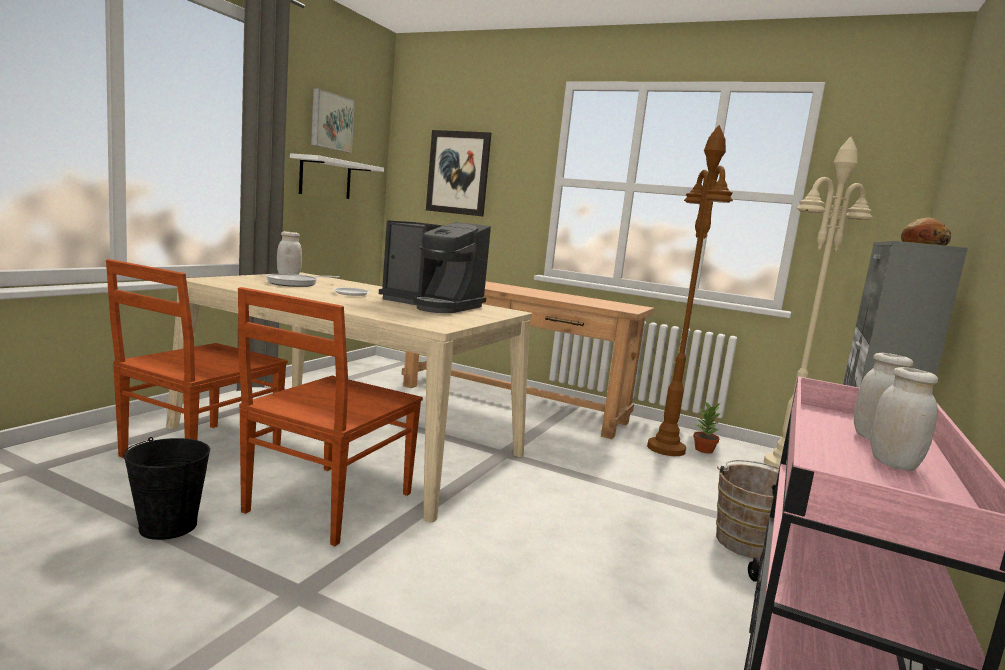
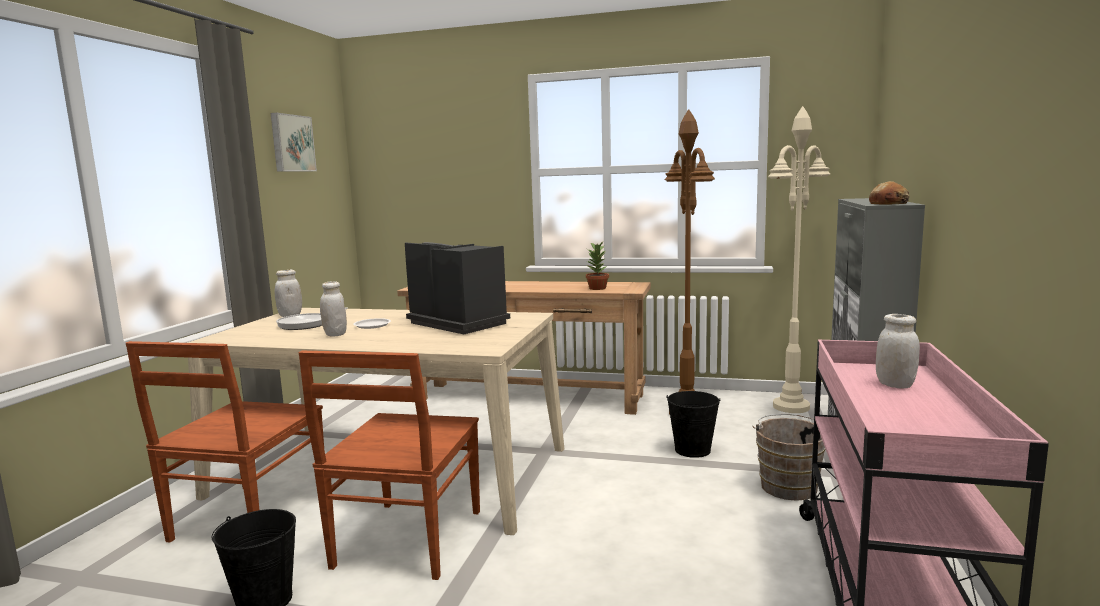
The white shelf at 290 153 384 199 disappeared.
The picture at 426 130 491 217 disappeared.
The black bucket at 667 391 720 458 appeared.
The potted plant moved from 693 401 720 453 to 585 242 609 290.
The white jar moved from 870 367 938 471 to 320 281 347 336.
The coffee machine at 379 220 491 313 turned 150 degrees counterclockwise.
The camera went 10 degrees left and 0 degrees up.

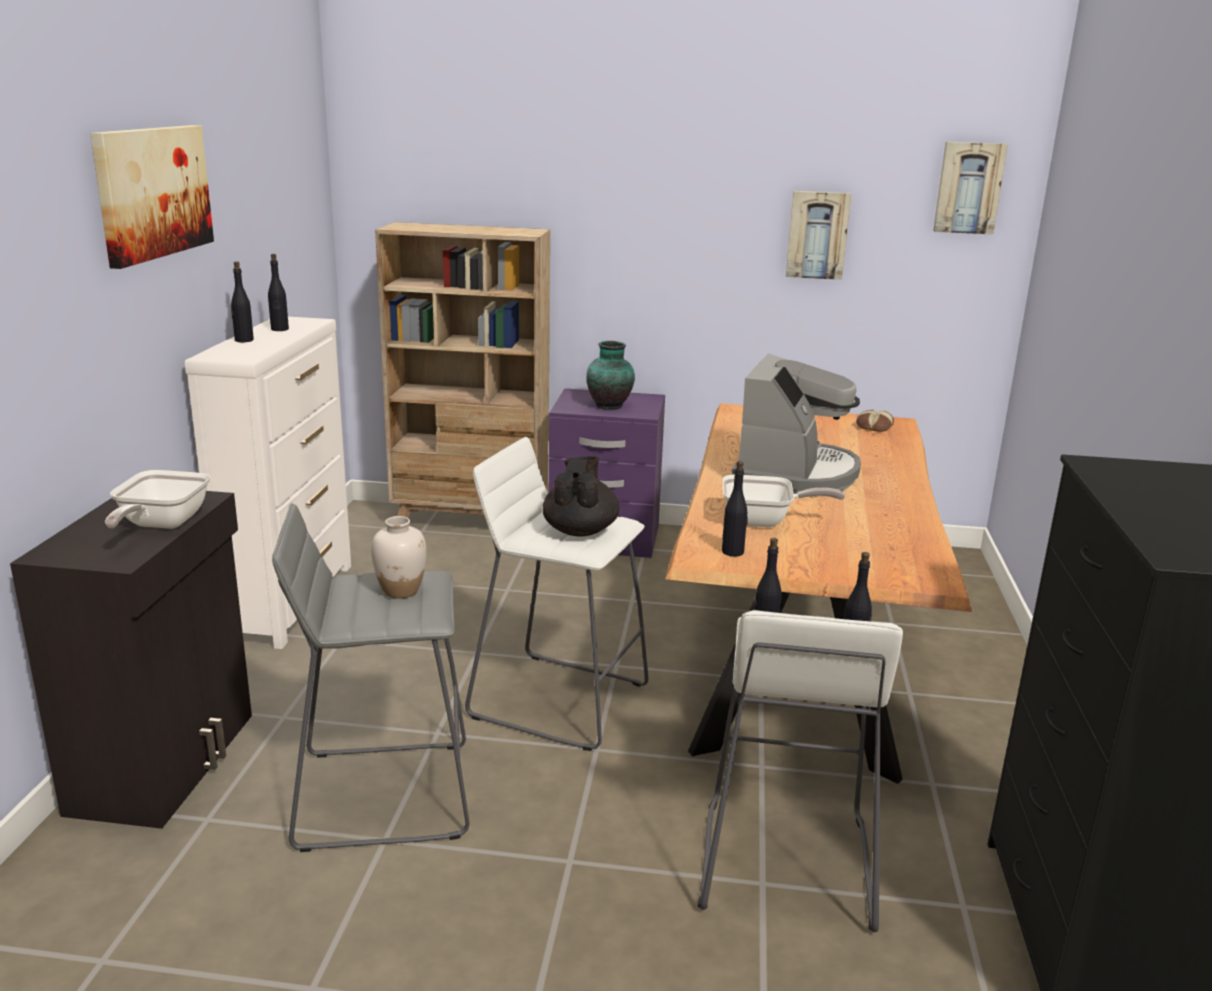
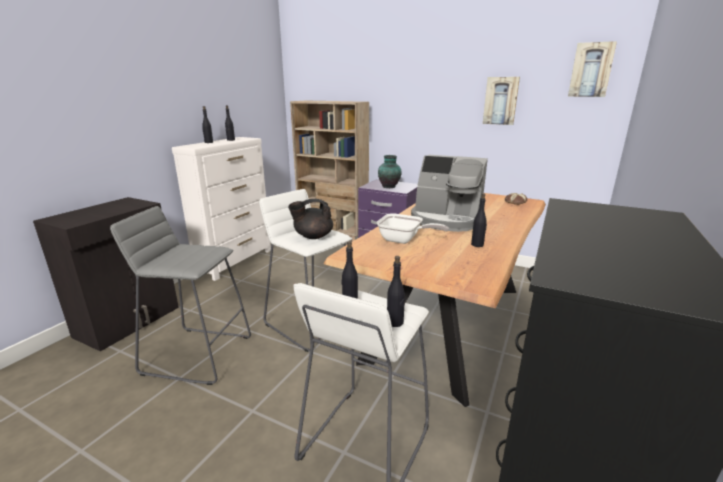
The picture at 90 125 214 269 disappeared.
The frying pan at 105 470 210 529 disappeared.
The white vase at 371 516 427 599 disappeared.
The black bottle moved from 722 461 748 556 to 471 193 487 247.
The black teapot at 543 456 619 537 turned 135 degrees counterclockwise.
The coffee machine at 732 353 861 494 turned 75 degrees clockwise.
The camera went 20 degrees right and 0 degrees up.

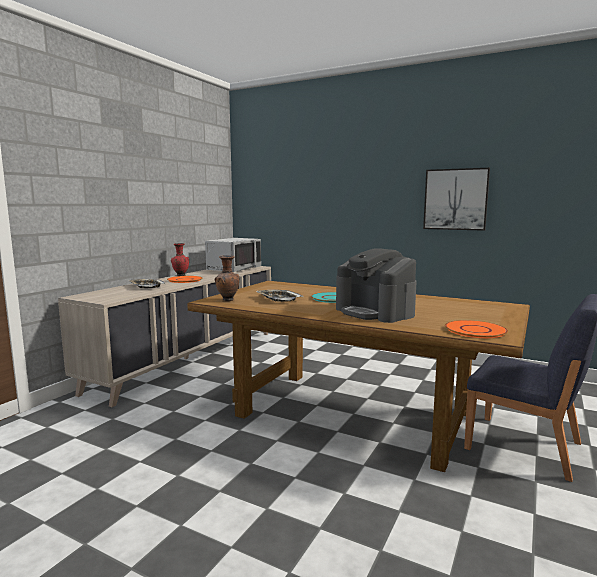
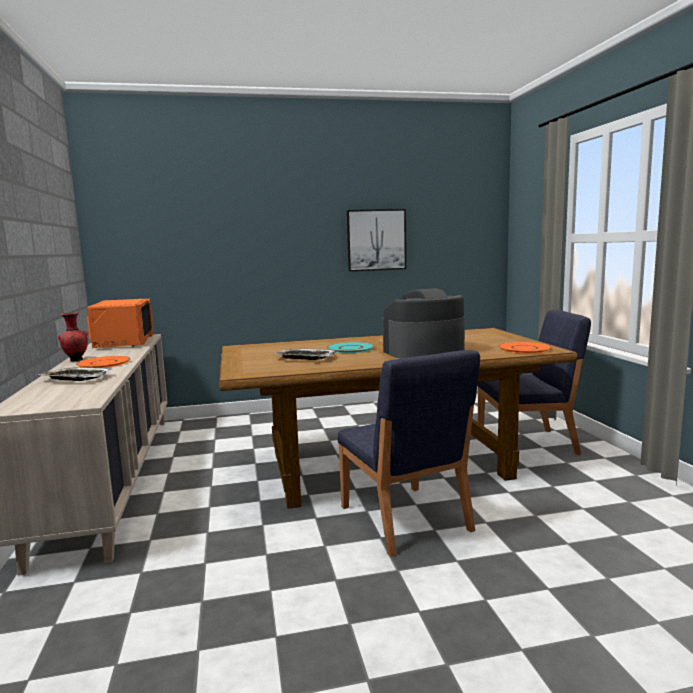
The brown vase at 215 255 239 301 disappeared.
The blue chair at 338 350 480 557 appeared.
The grey microwave at 205 238 261 272 became the orange microwave at 87 299 153 348.
The coffee machine at 336 248 417 323 turned 150 degrees clockwise.
The camera went 40 degrees left and 0 degrees up.

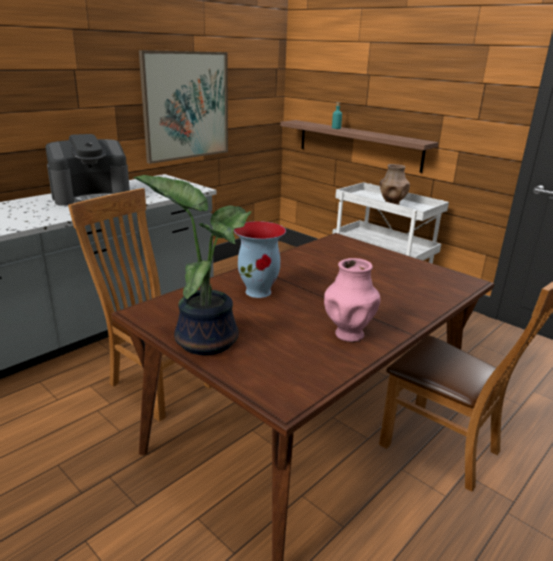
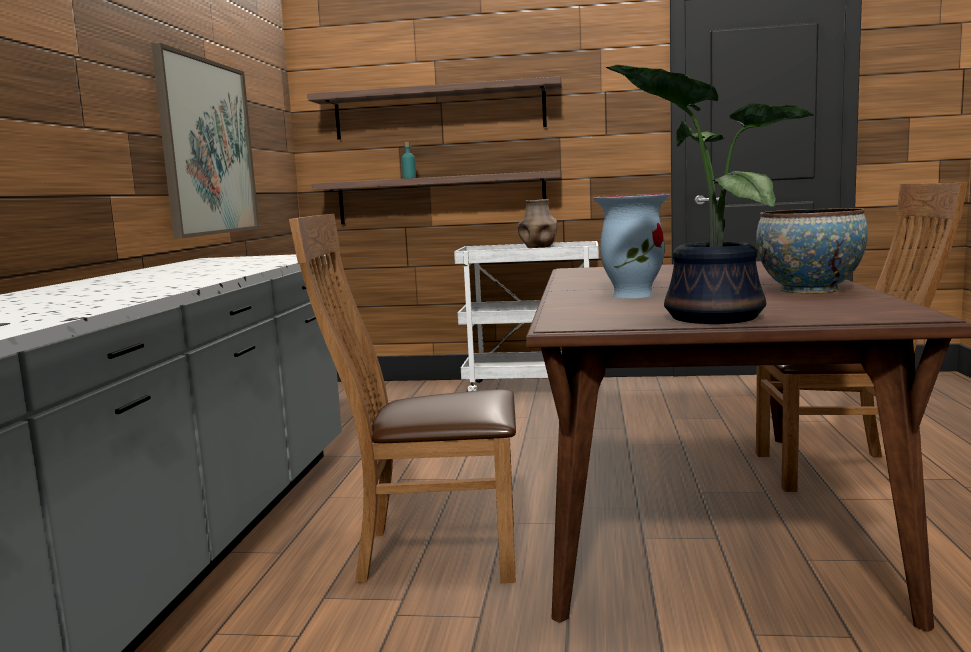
The coffee machine at 45 134 130 206 disappeared.
The shelf at 307 76 562 140 appeared.
The pink vase at 324 258 381 342 was replaced by the bowl at 756 208 868 294.
The camera went 35 degrees left and 15 degrees down.

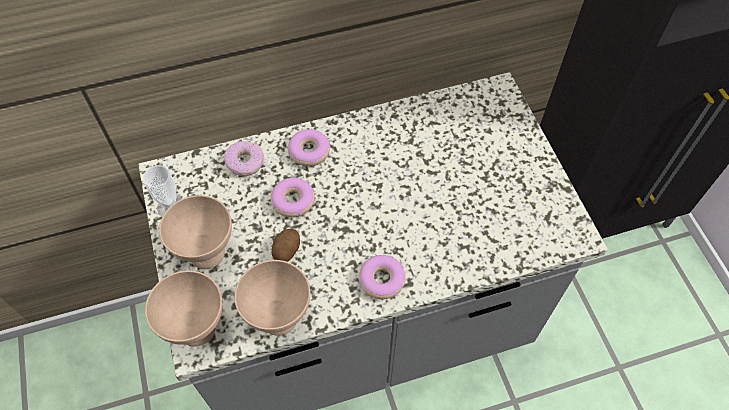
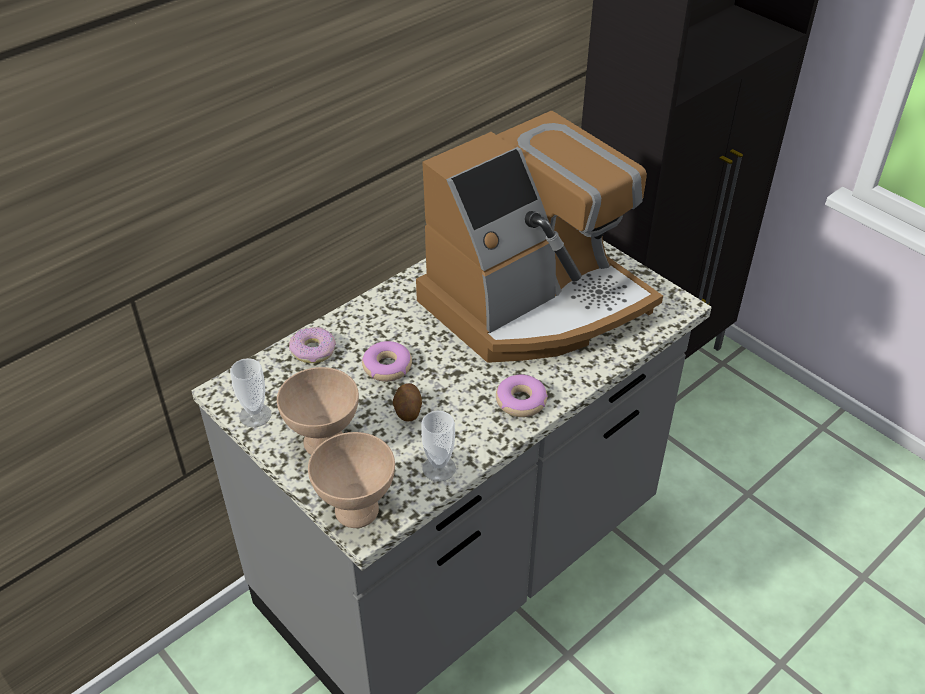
The donut at 288 129 331 166 disappeared.
The coffee machine at 416 111 663 363 appeared.
The beige bowl at 234 260 310 336 was replaced by the cup at 421 411 456 482.
The camera went 25 degrees left and 15 degrees down.

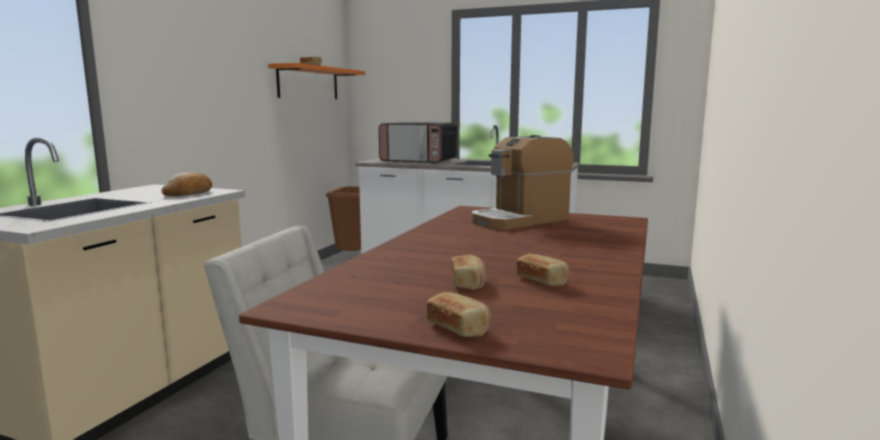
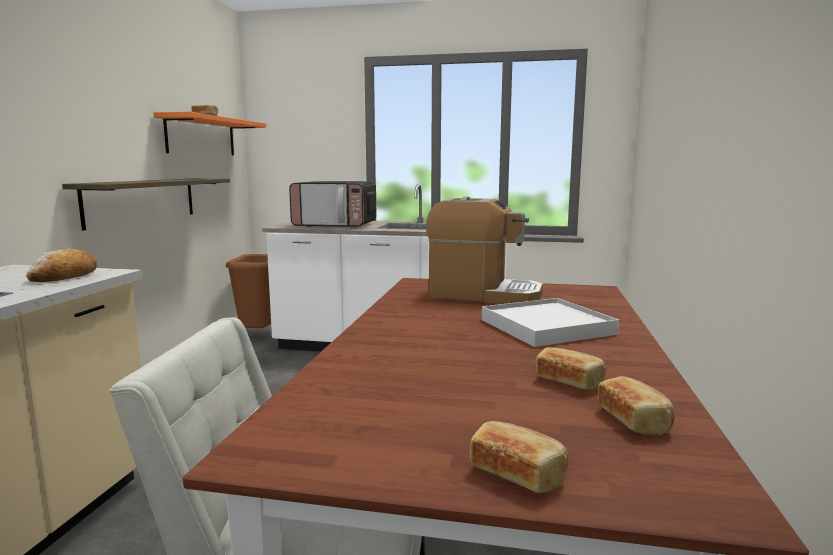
The shelf at 62 178 230 231 appeared.
The white tray at 482 298 619 347 appeared.
The bread moved from 451 255 486 290 to 598 376 675 436.
The coffee machine at 472 135 574 230 turned 120 degrees counterclockwise.
The camera went 10 degrees left and 0 degrees up.

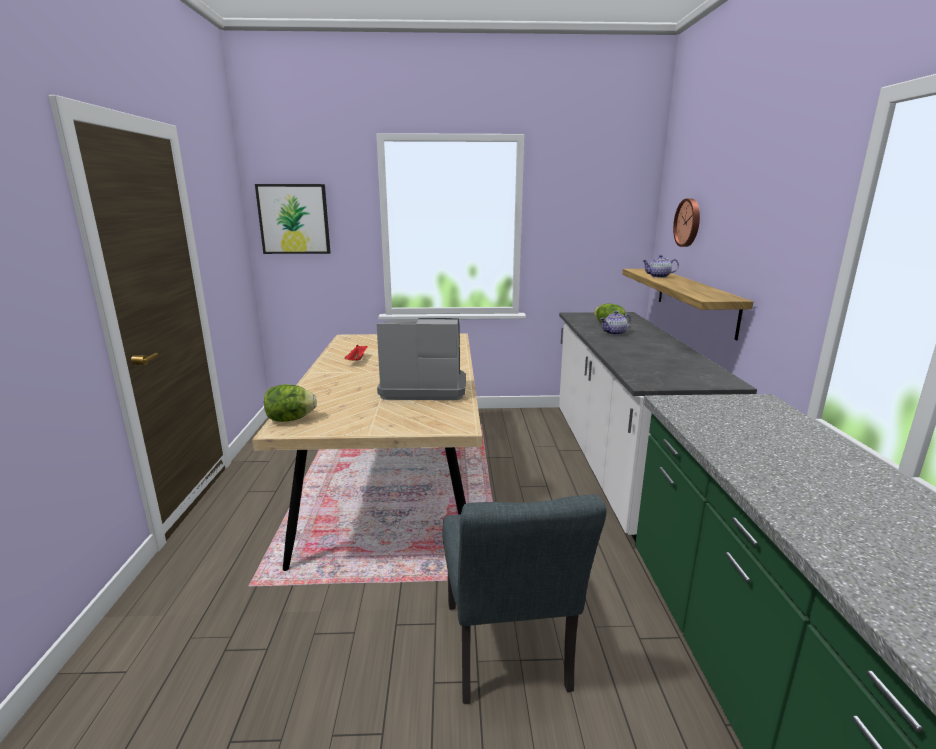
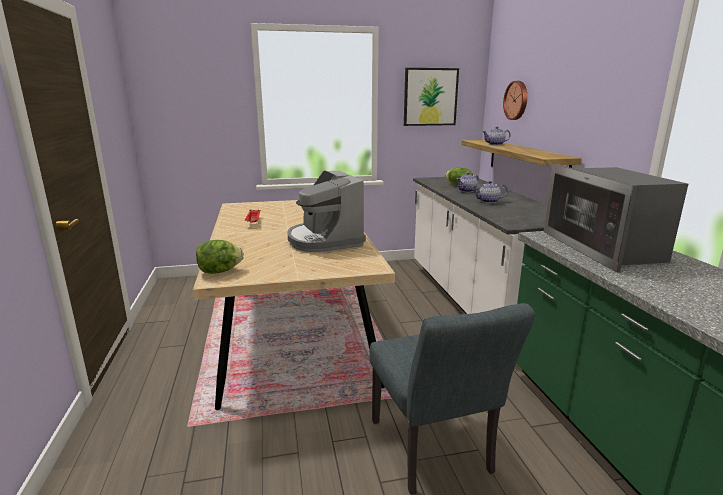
The teapot at 472 181 508 203 appeared.
The microwave at 543 164 688 272 appeared.
The picture moved from 255 184 331 254 to 404 68 459 126.
The coffee machine at 377 318 466 400 turned 105 degrees counterclockwise.
The camera went 10 degrees left and 0 degrees up.

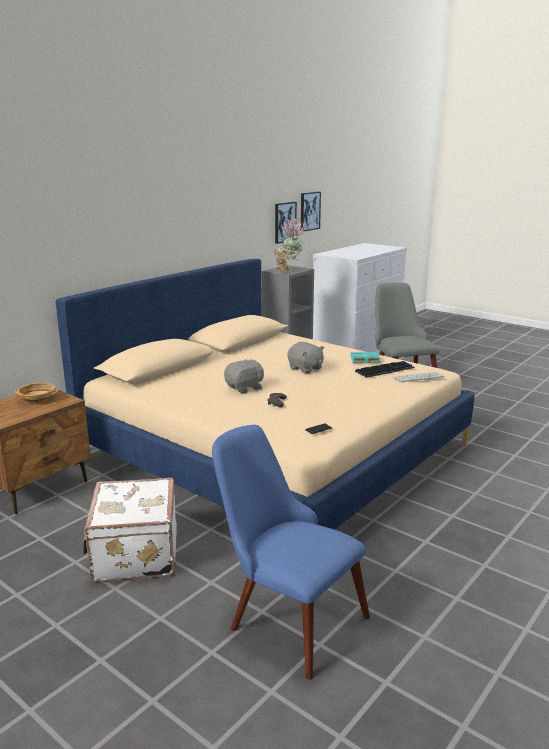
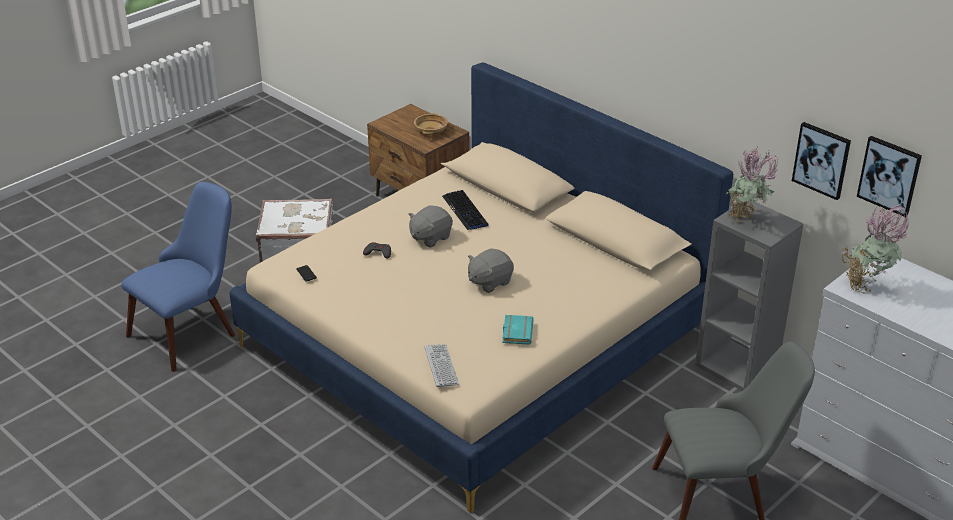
The potted plant at 842 205 910 294 appeared.
The keyboard moved from 355 361 415 378 to 442 190 489 230.
The grey plush toy at 224 359 264 394 turned 75 degrees clockwise.
The camera went 95 degrees right and 15 degrees up.

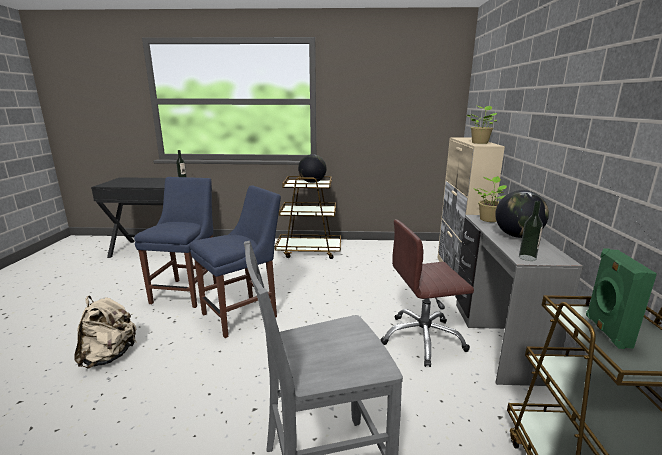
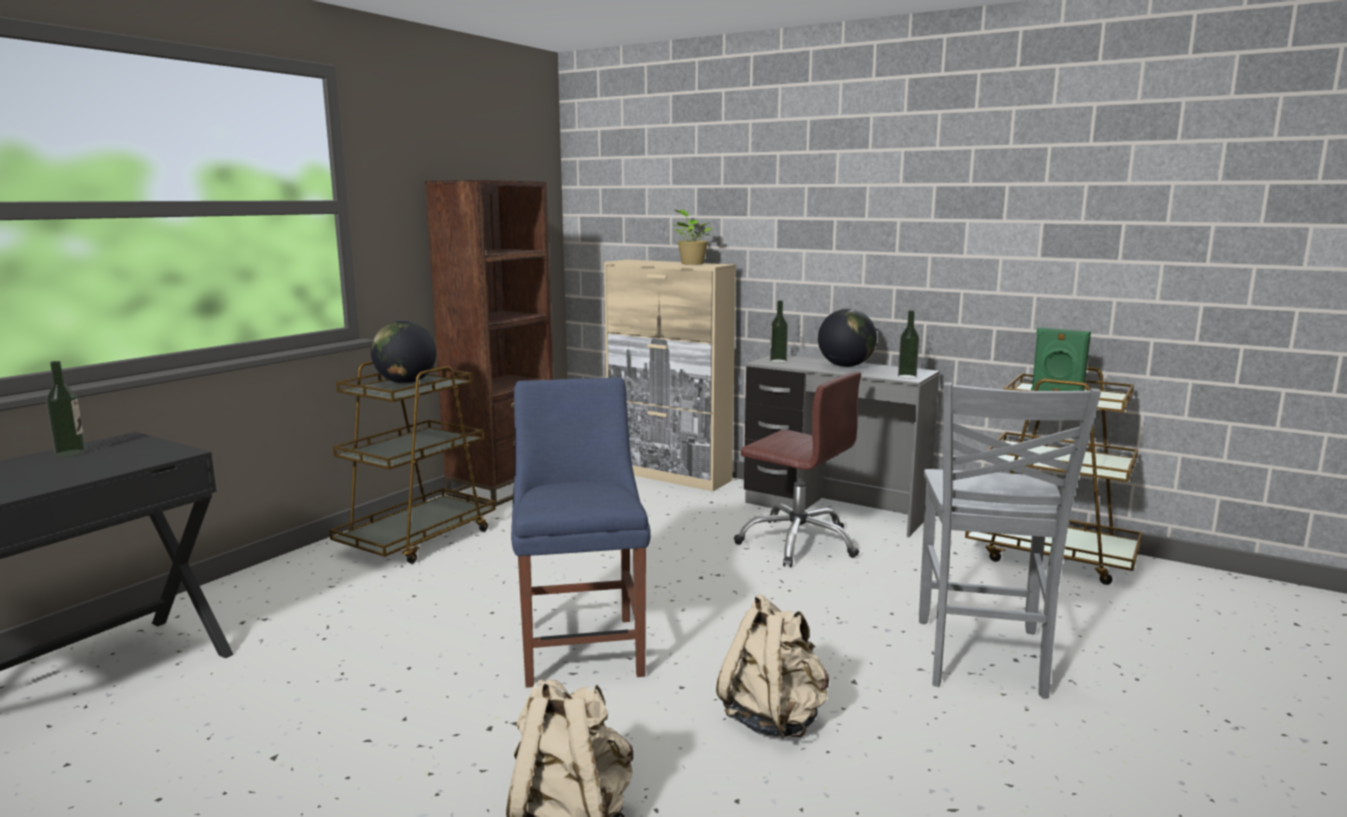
The blue chair at 134 177 216 308 disappeared.
The brown bookcase at 425 180 553 507 appeared.
The beige backpack at 716 594 829 738 appeared.
The potted plant at 473 176 507 222 was replaced by the bottle at 770 300 788 363.
The brown office chair at 381 219 474 367 turned 75 degrees counterclockwise.
The camera went 60 degrees left and 5 degrees down.

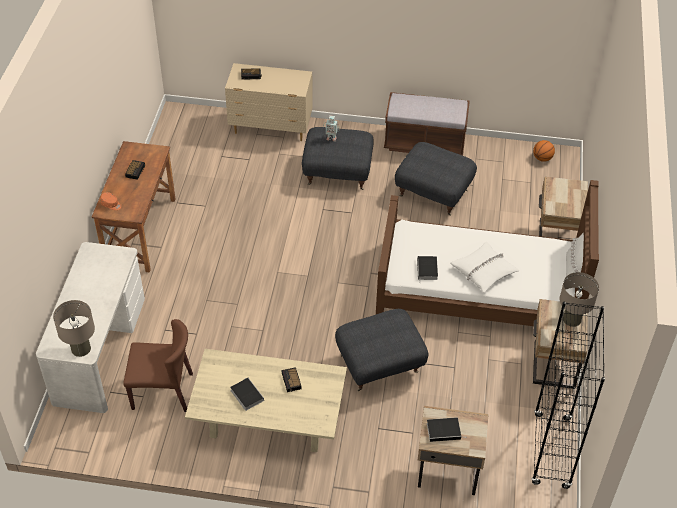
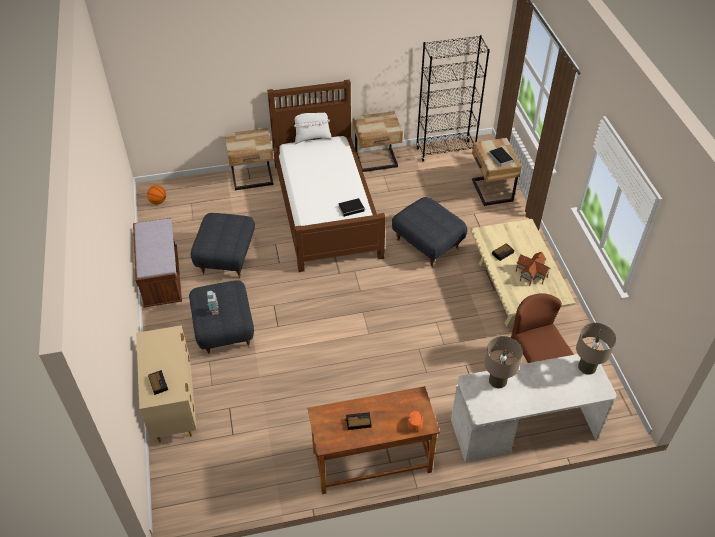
The white pillow at 450 242 519 292 disappeared.
The beige table lamp moved from 560 272 599 327 to 484 336 523 388.
The book at 230 377 264 411 was replaced by the toy house at 516 252 551 286.
The camera went 110 degrees left and 0 degrees up.

